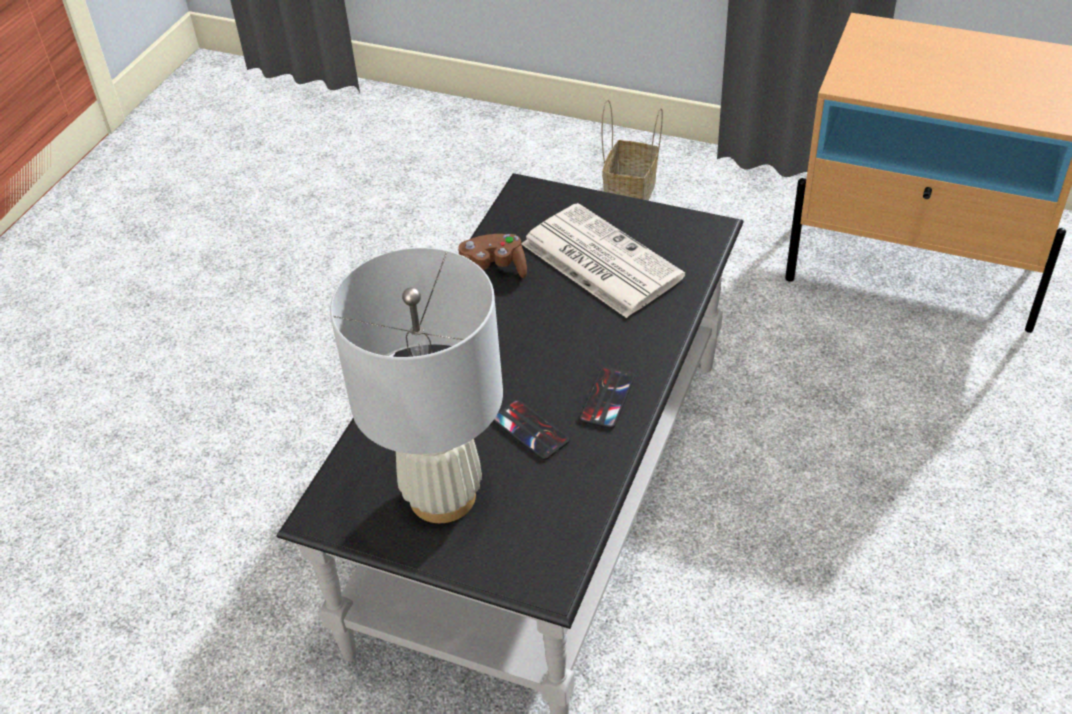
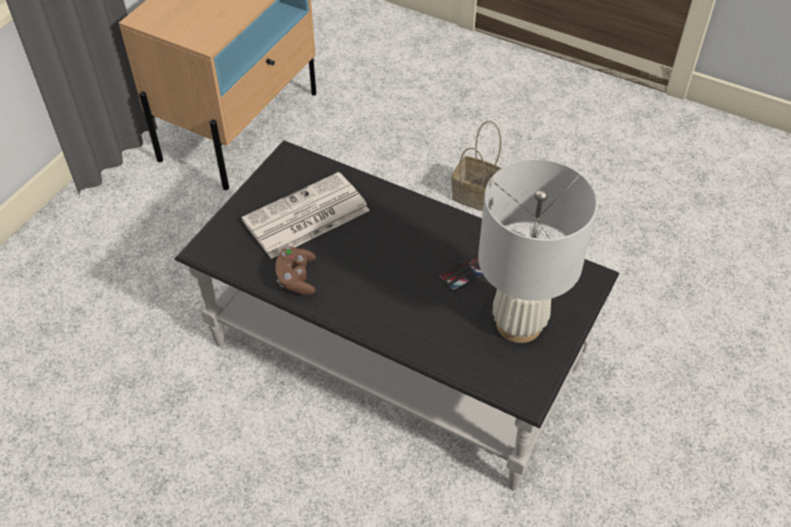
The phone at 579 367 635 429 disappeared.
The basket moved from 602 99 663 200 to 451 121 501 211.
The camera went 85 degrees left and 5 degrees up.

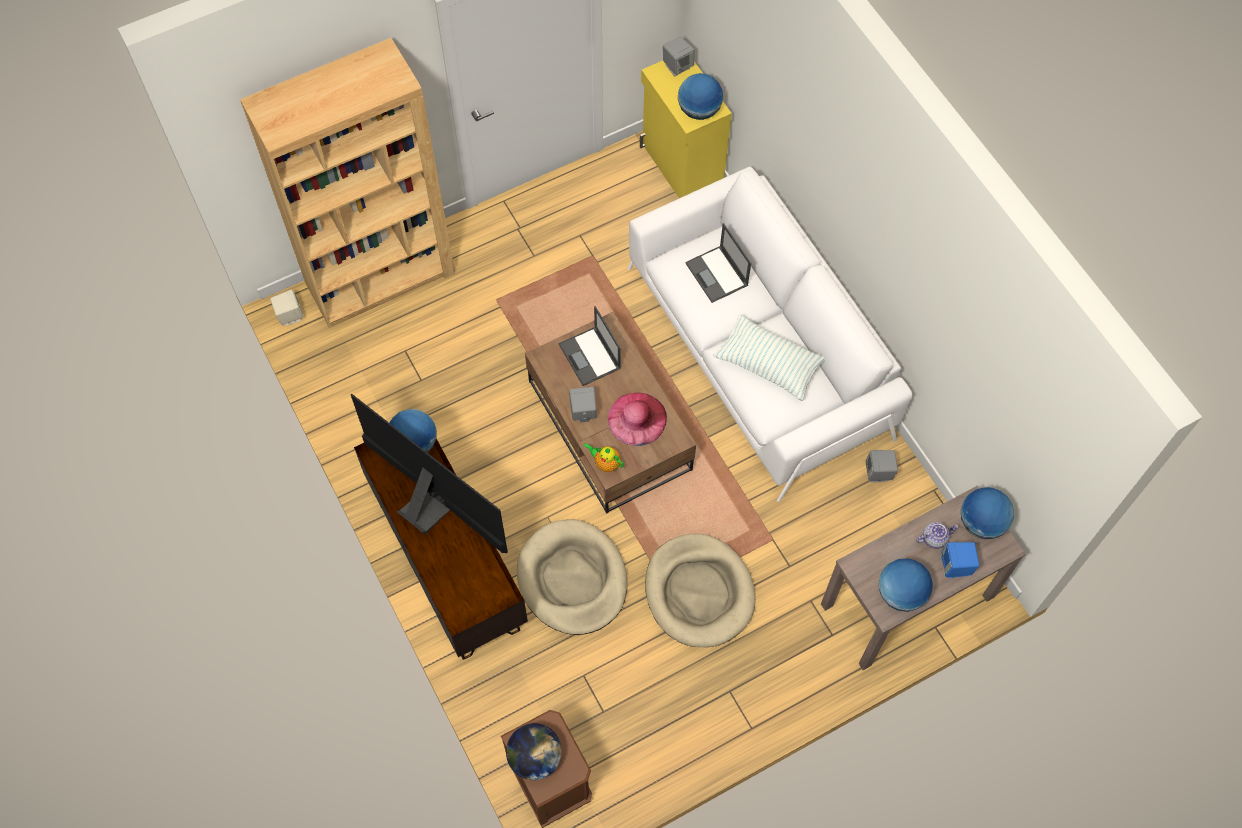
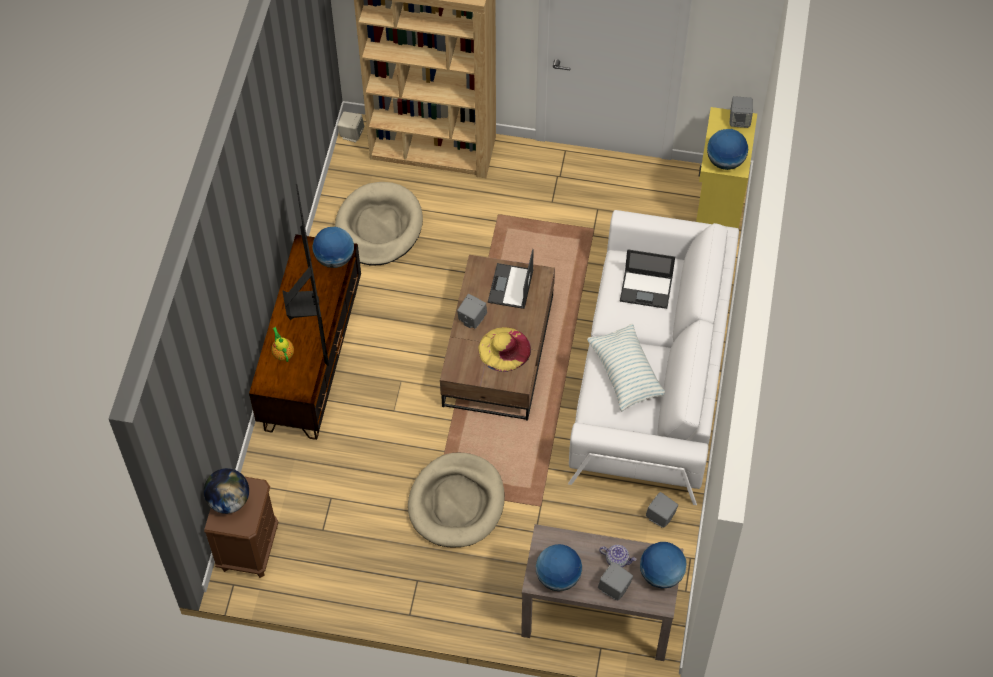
The beige dog bed moved from 517 519 627 635 to 335 182 423 266.
The teapot moved from 584 443 624 472 to 271 327 294 362.
The pink hat at 608 393 667 446 became the yellow hat at 478 327 531 372.
The blue speaker at 941 542 980 578 became the grey speaker at 598 562 633 600.
The laptop at 685 223 751 303 turned 90 degrees counterclockwise.
The camera went 40 degrees right and 5 degrees down.

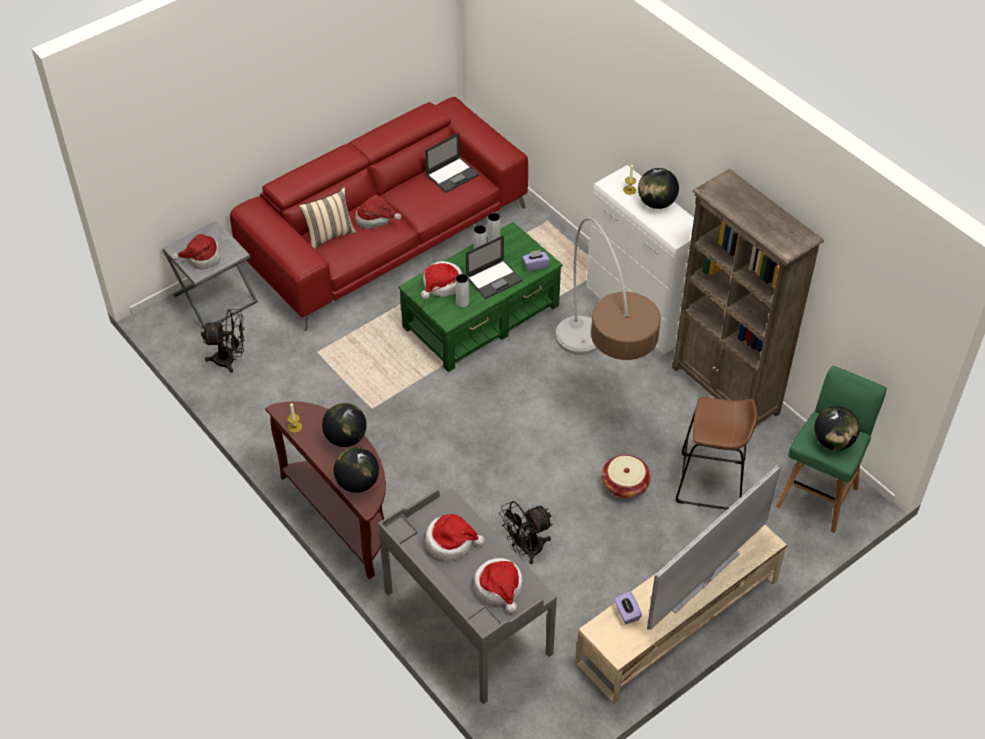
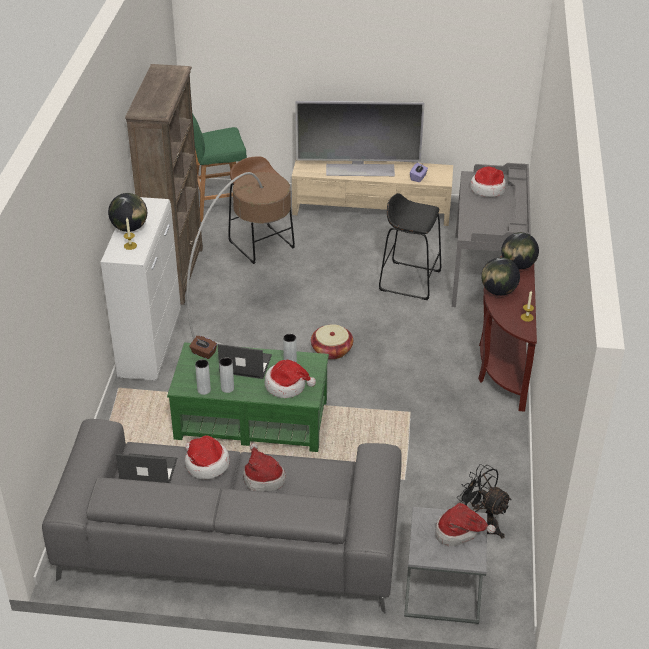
The beige pillow at 299 187 356 249 disappeared.
The globe at 814 406 860 450 disappeared.
The hat moved from 425 514 485 561 to 185 436 230 480.
The basket moved from 602 455 651 498 to 311 324 353 359.
The black fan at 499 501 553 564 was replaced by the black stool at 379 193 441 300.
The red sofa at 230 97 528 331 became the grey sofa at 42 419 402 614.
The purple tissue box at 522 250 550 272 became the brown tissue box at 189 336 217 359.
The camera went 135 degrees left and 10 degrees down.

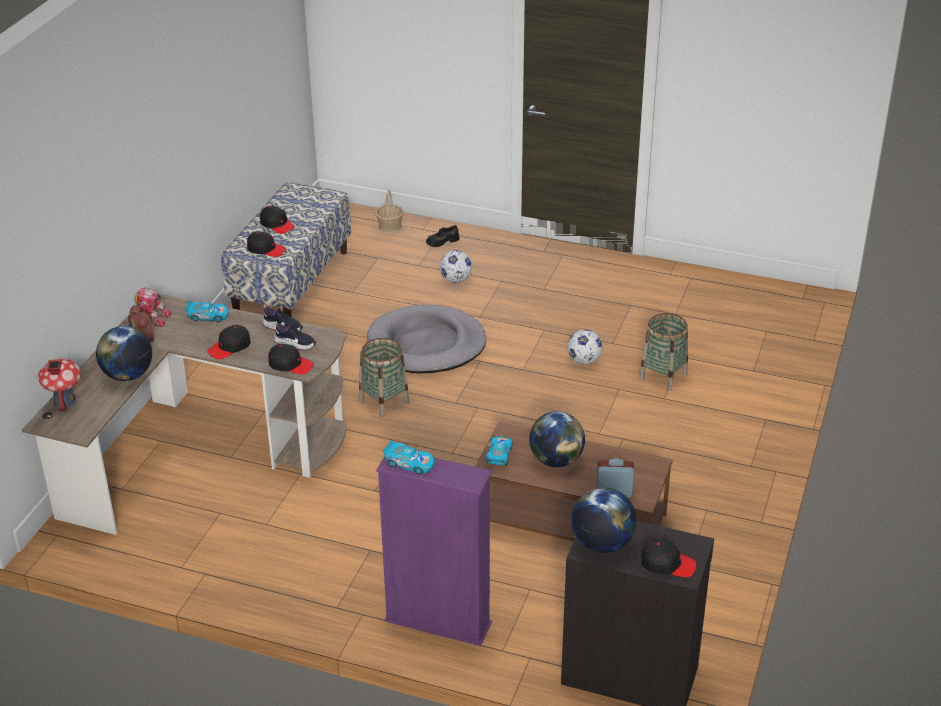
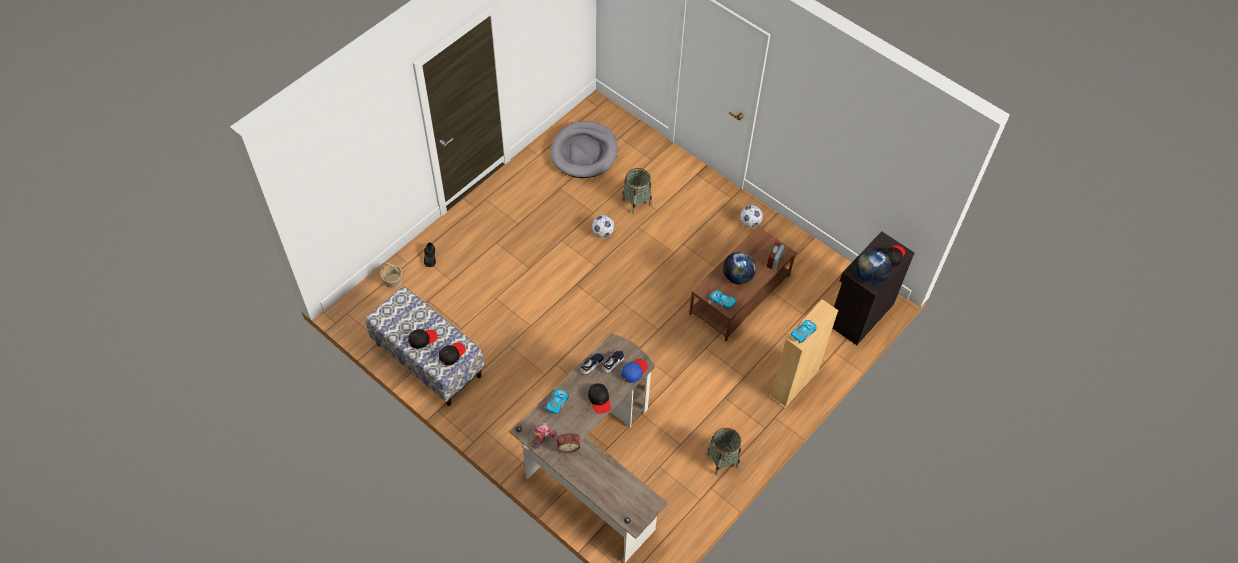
The toy house at 38 358 81 412 disappeared.
The globe at 96 326 152 381 disappeared.
The basket moved from 359 338 409 418 to 706 428 741 475.
The grey dog bed moved from 367 304 486 373 to 551 121 618 178.
The football moved from 440 250 472 283 to 740 205 763 227.
The black cap at 268 344 314 375 became the blue cap at 621 359 648 383.
The purple bookcase at 376 456 492 646 became the beige bookcase at 769 299 839 408.
The camera went 70 degrees left and 20 degrees up.

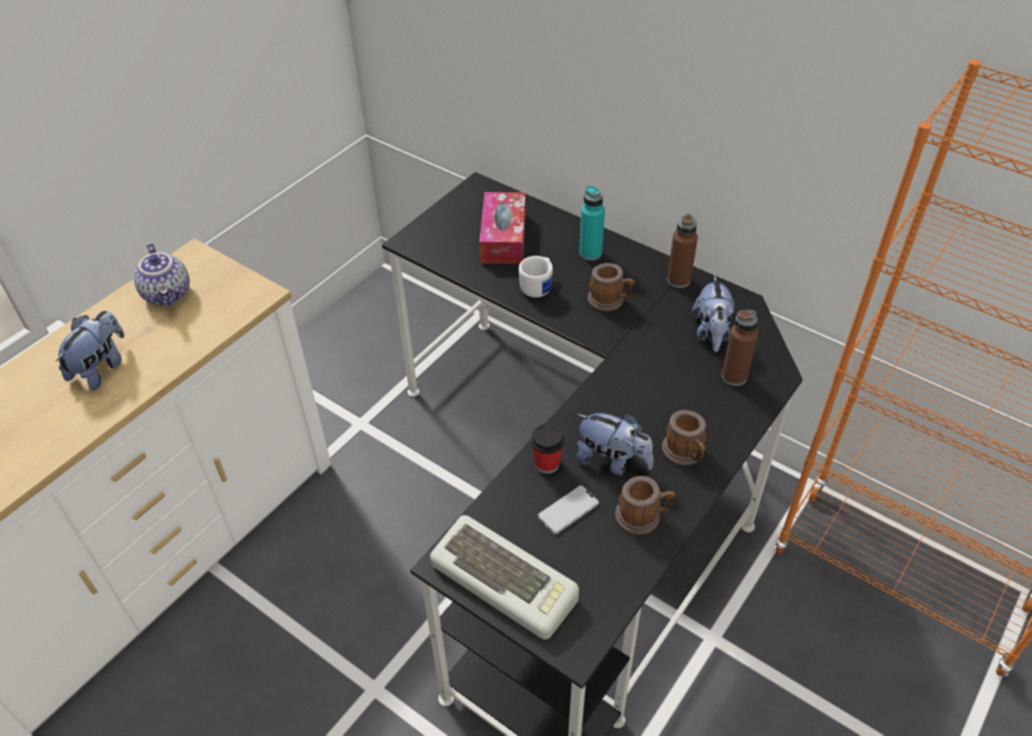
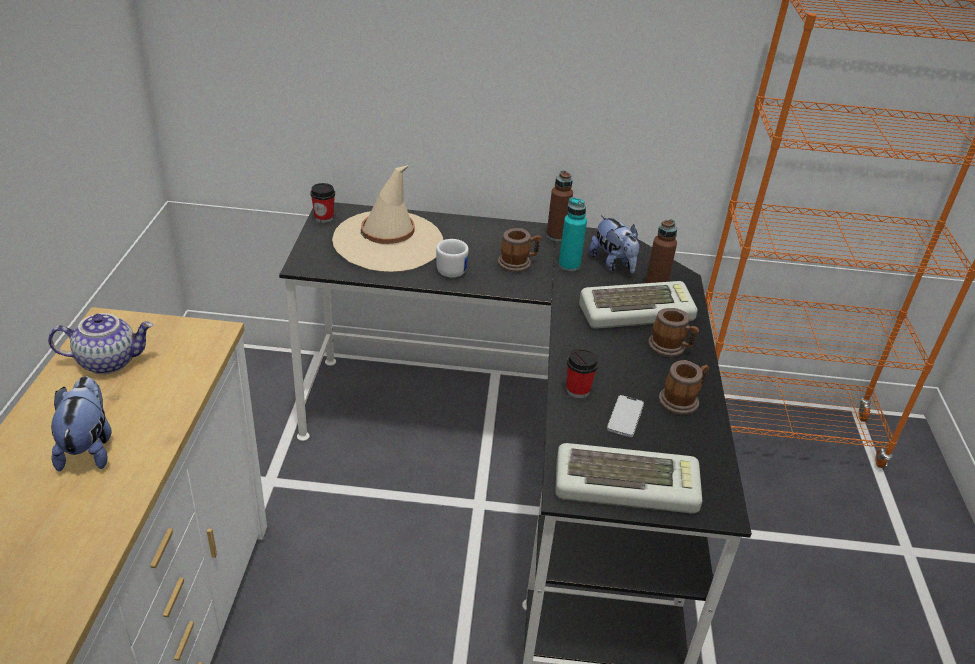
The plush toy at 577 413 654 476 disappeared.
The cup at 310 183 335 223 appeared.
The keyboard at 579 281 698 328 appeared.
The turquoise bottle moved from 579 185 605 261 to 558 197 587 271.
The tissue box at 479 192 526 264 was replaced by the beige hat at 332 165 443 272.
The teapot at 133 243 190 306 turned 45 degrees counterclockwise.
The camera went 35 degrees left and 10 degrees down.

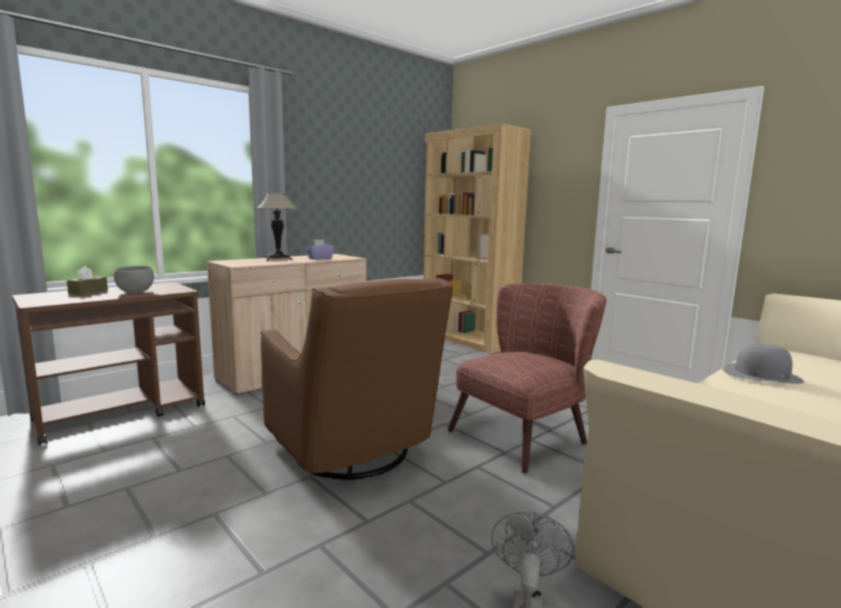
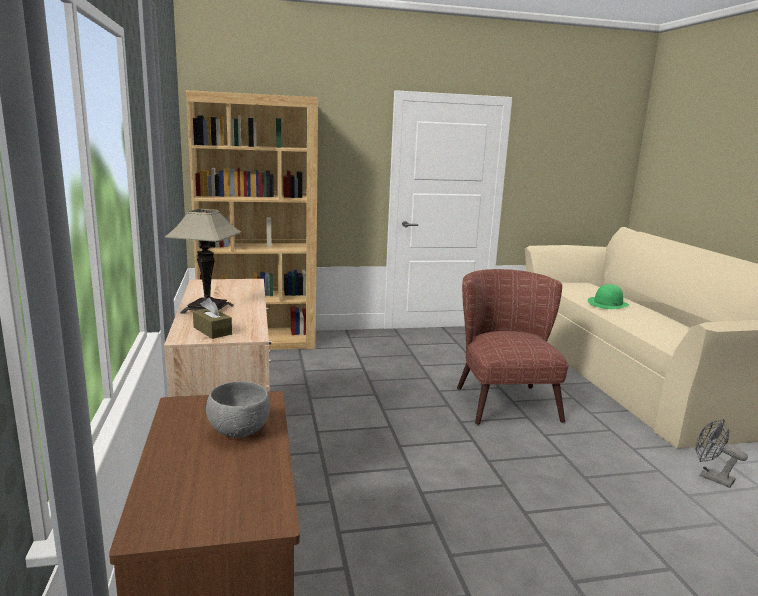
The brown armchair at 261 278 453 480 disappeared.
The purple tissue box at 306 239 334 260 disappeared.
The brown tissue box moved from 67 266 108 295 to 193 298 232 339.
The grey hat at 723 343 804 384 became the green hat at 588 284 629 309.
The camera went 60 degrees left and 5 degrees up.

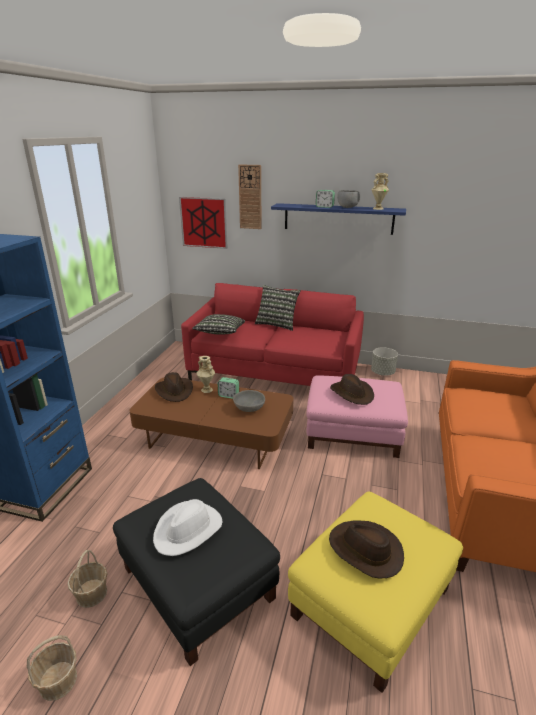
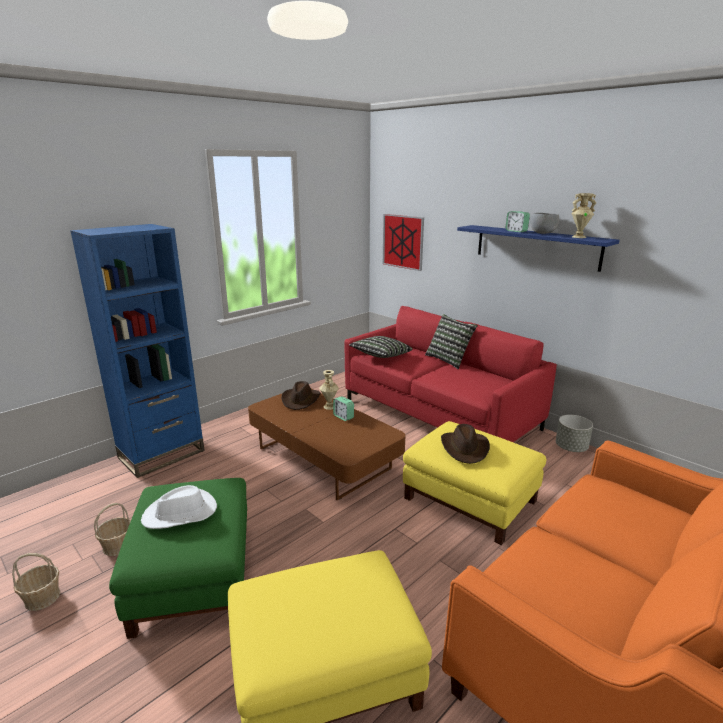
The grey bowl at 233 390 265 412 disappeared.
The wall clock at 238 164 262 229 disappeared.
The brown hat at 329 521 404 578 disappeared.
The black ottoman at 113 478 280 666 became the green ottoman at 109 478 247 639.
The pink ottoman at 306 375 408 458 became the yellow ottoman at 403 421 546 545.
The camera went 30 degrees right and 5 degrees down.

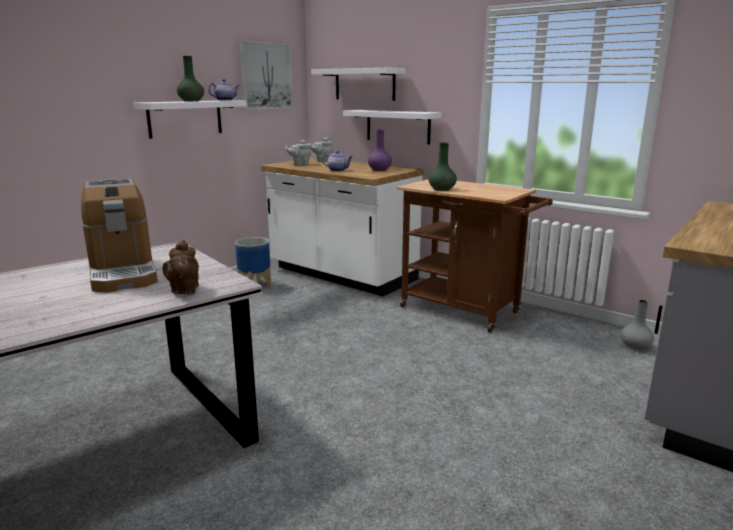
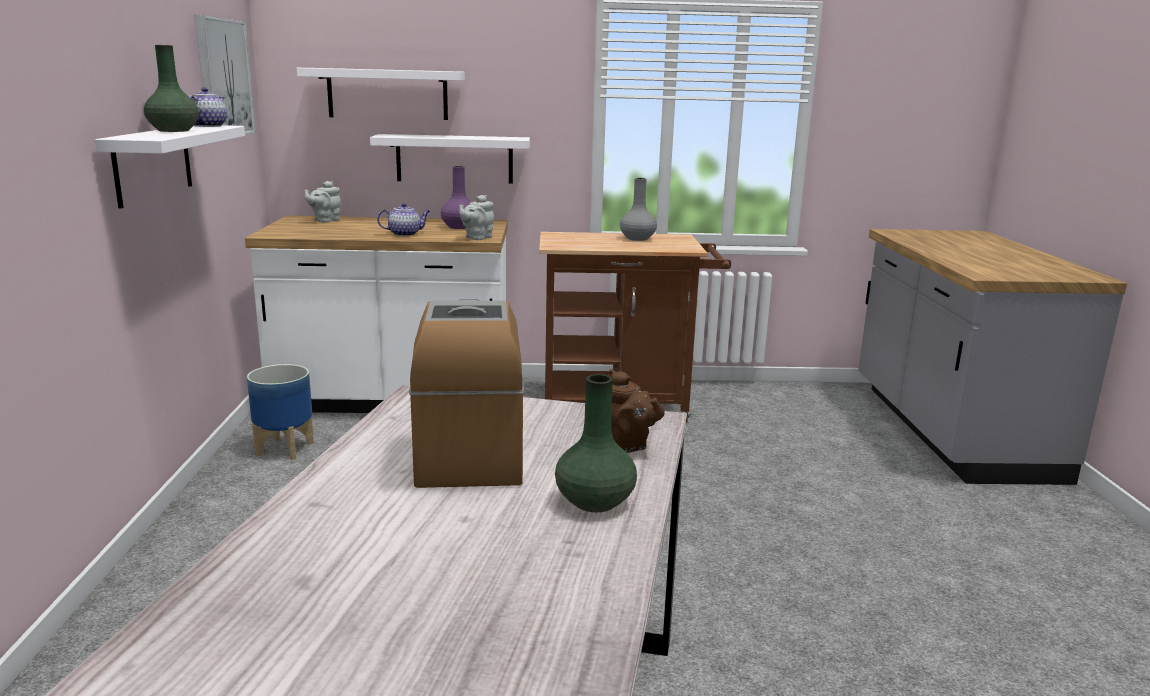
The grey teapot moved from 285 140 311 166 to 459 195 494 240.
The green vase moved from 428 143 457 191 to 555 374 637 512.
The grey vase moved from 621 300 654 350 to 620 178 657 241.
The coffee machine at 81 178 158 293 turned 120 degrees counterclockwise.
The camera went 40 degrees left and 0 degrees up.

